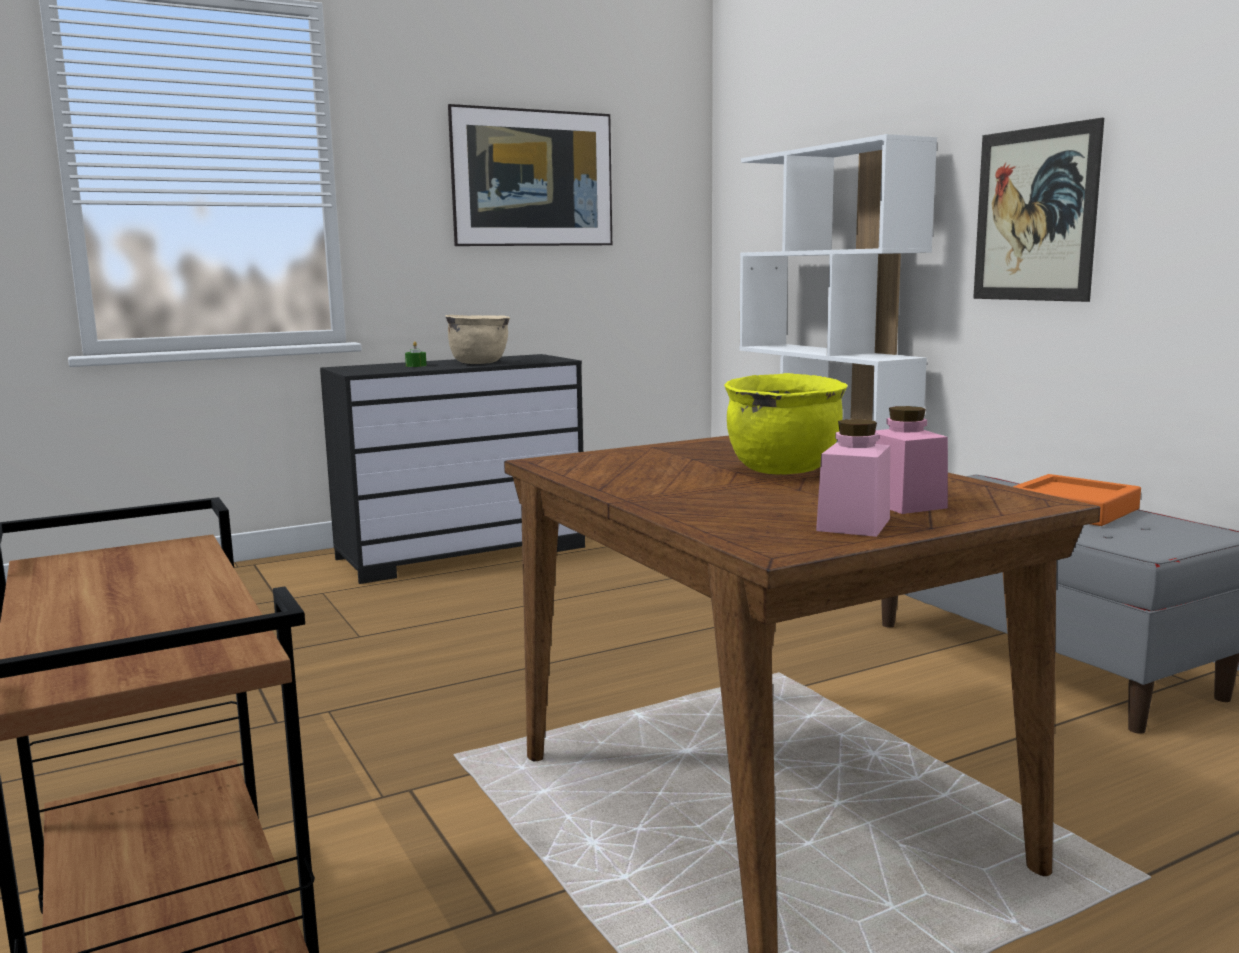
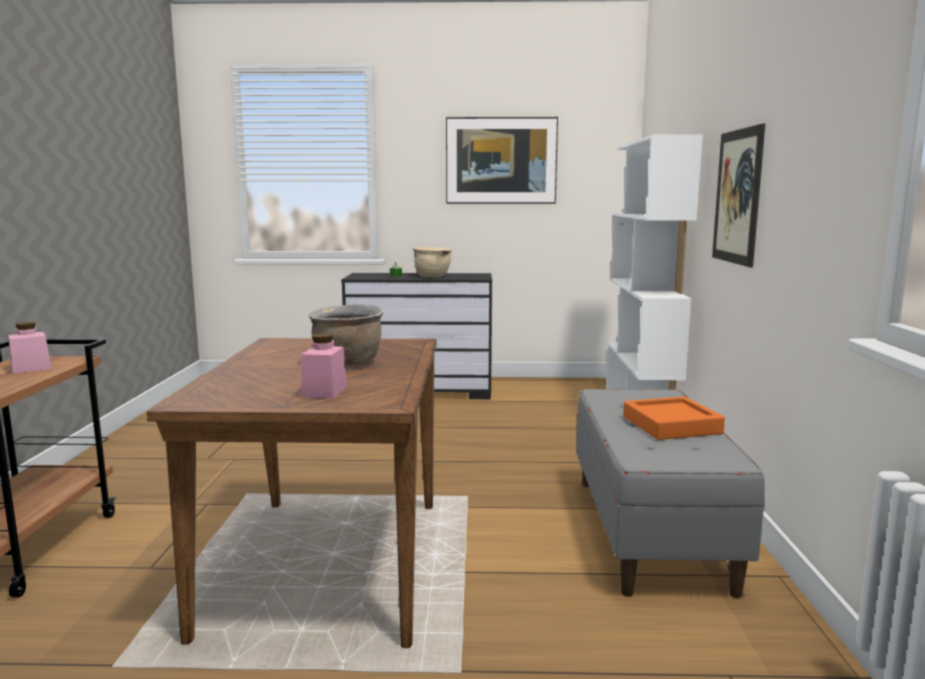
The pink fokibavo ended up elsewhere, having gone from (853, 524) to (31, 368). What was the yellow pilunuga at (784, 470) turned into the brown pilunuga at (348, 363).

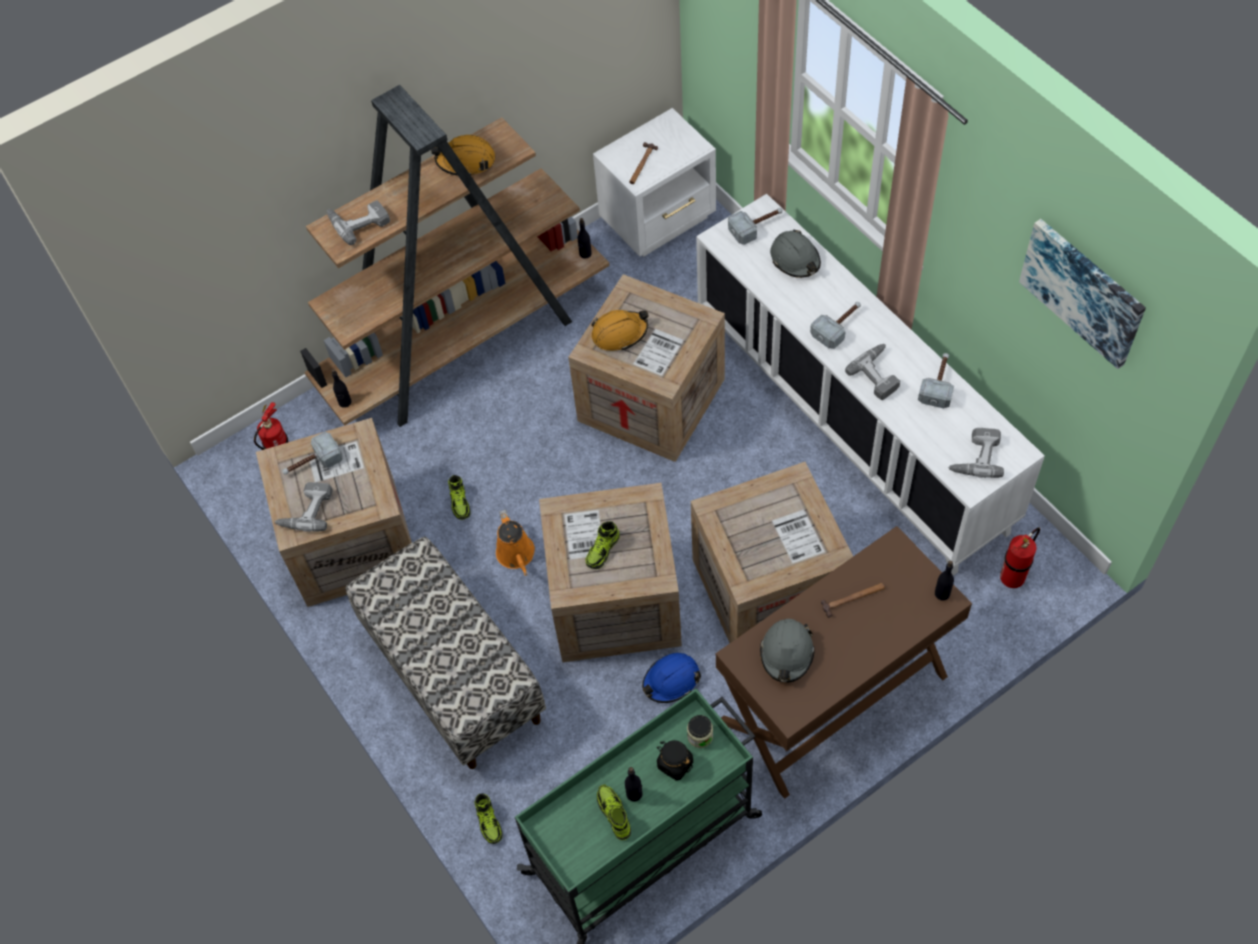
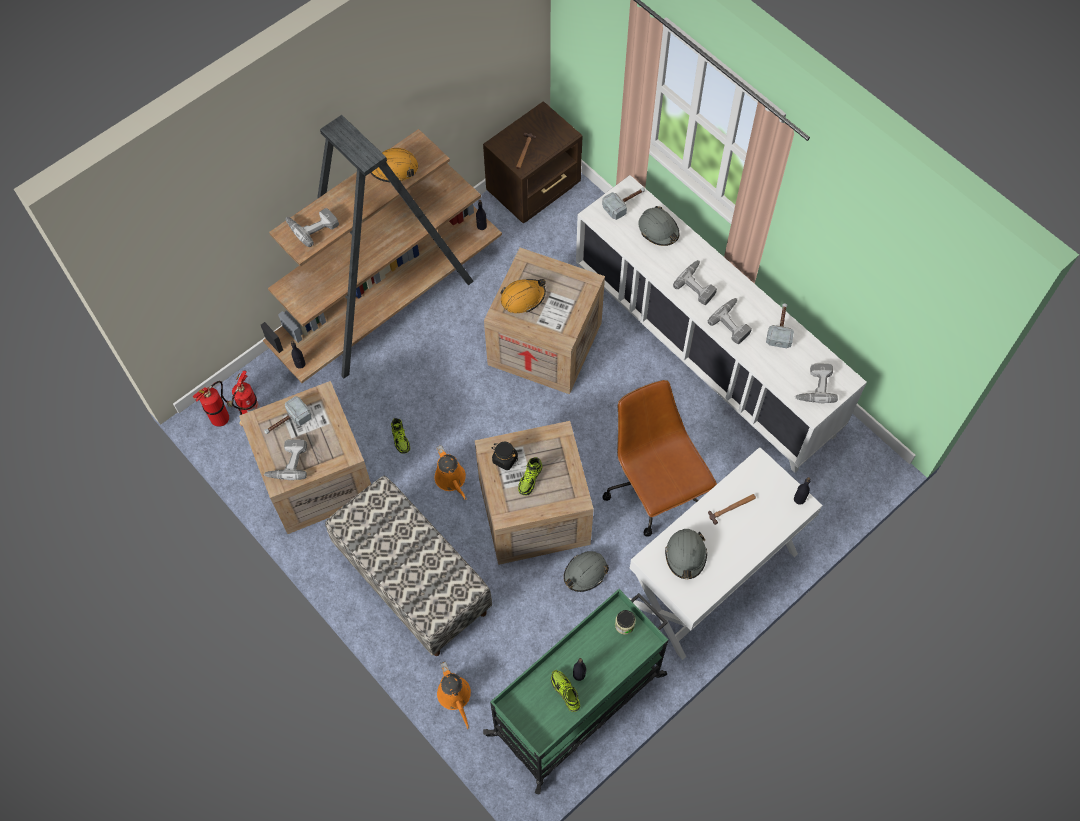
The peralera ended up elsewhere, having gone from (1013, 577) to (222, 418). Where the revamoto stood at (489, 821), the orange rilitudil came to stand at (455, 697). What was the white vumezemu at (660, 220) turned into the brown vumezemu at (535, 190). The black fokibavo ended up elsewhere, having gone from (675, 764) to (504, 459). What was the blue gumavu at (671, 680) turned into the grey gumavu at (585, 573). Where the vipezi stood at (770, 586), the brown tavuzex came to stand at (654, 491). What was the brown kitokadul at (834, 699) turned into the white kitokadul at (713, 578). Where the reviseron stood at (839, 326), the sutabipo came to stand at (698, 284). The second view lost the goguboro at (1083, 291).

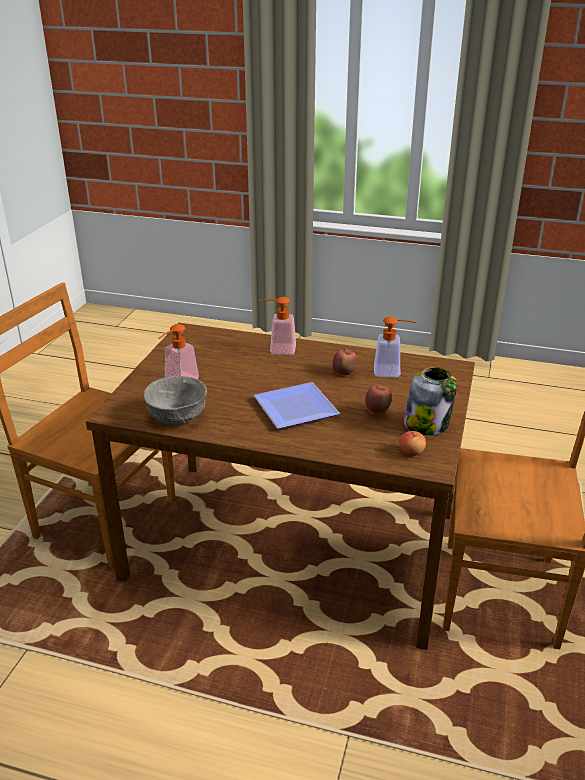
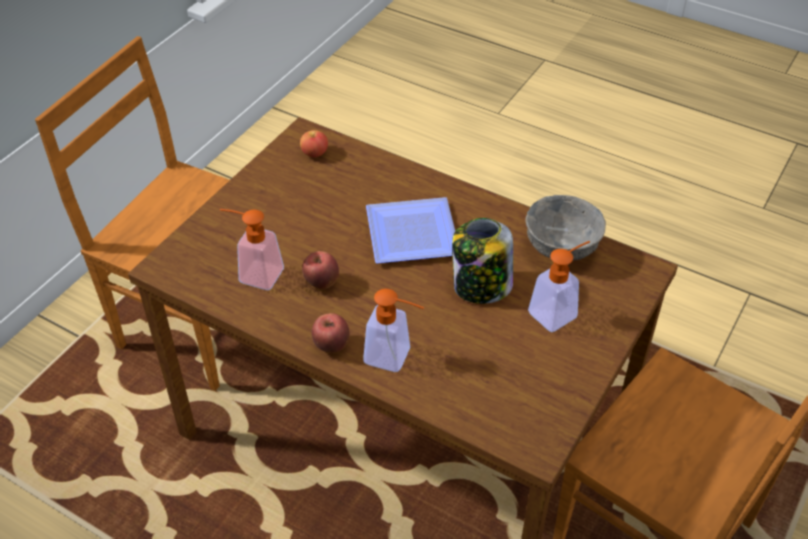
The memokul ended up elsewhere, having gone from (377, 411) to (331, 346). The fokibavo ended up elsewhere, having gone from (427, 424) to (481, 286).

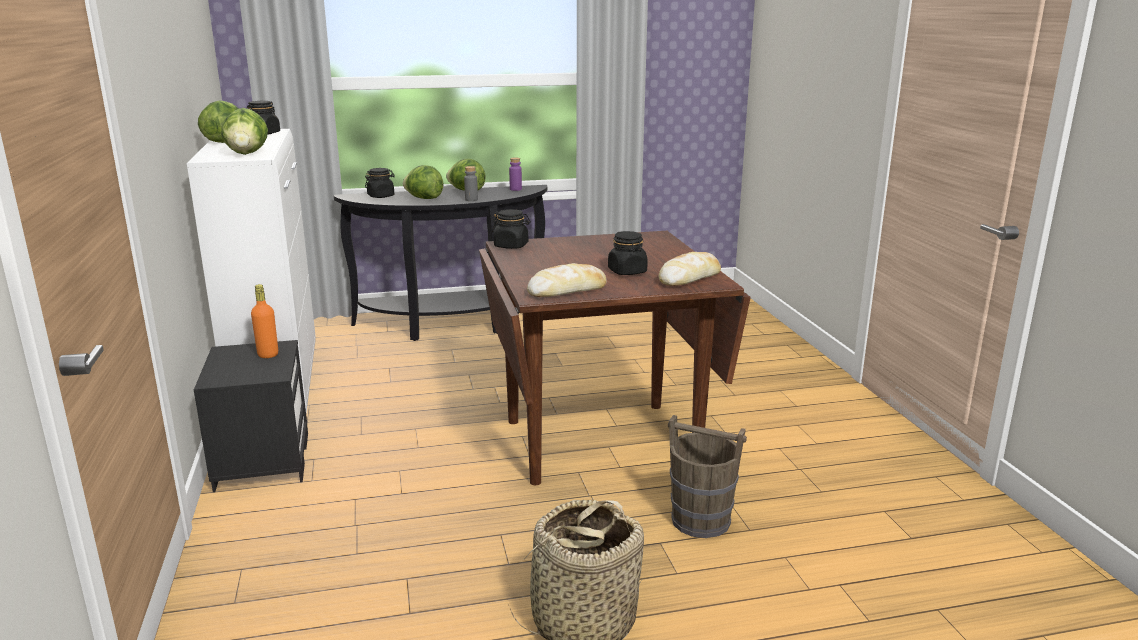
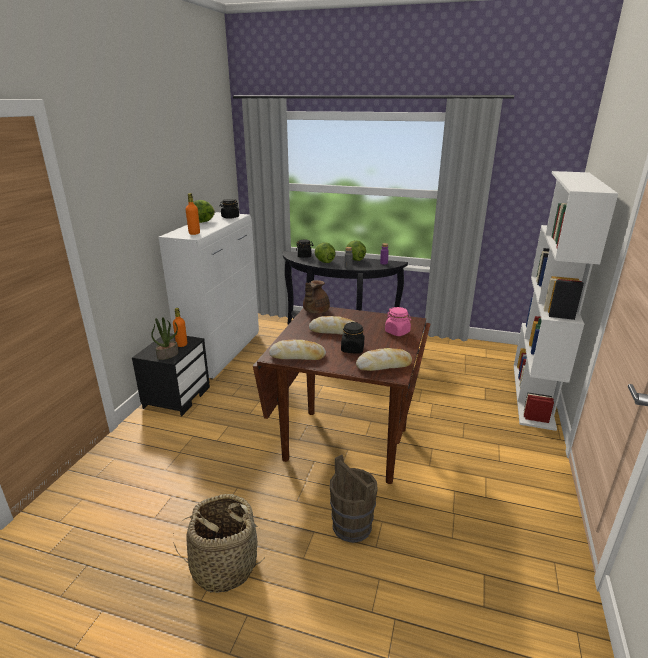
The second view gained the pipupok at (168, 355). Where the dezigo stood at (247, 153), the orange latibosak came to stand at (194, 233). Where the black fokibavo stood at (511, 246), the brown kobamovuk came to stand at (315, 311). The second view gained the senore at (334, 331). The second view gained the pink fokibavo at (397, 332). The second view gained the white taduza at (533, 395).

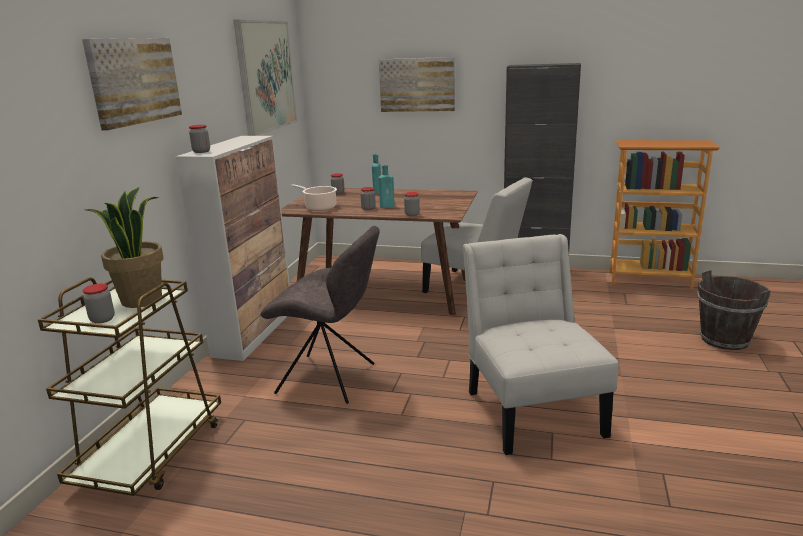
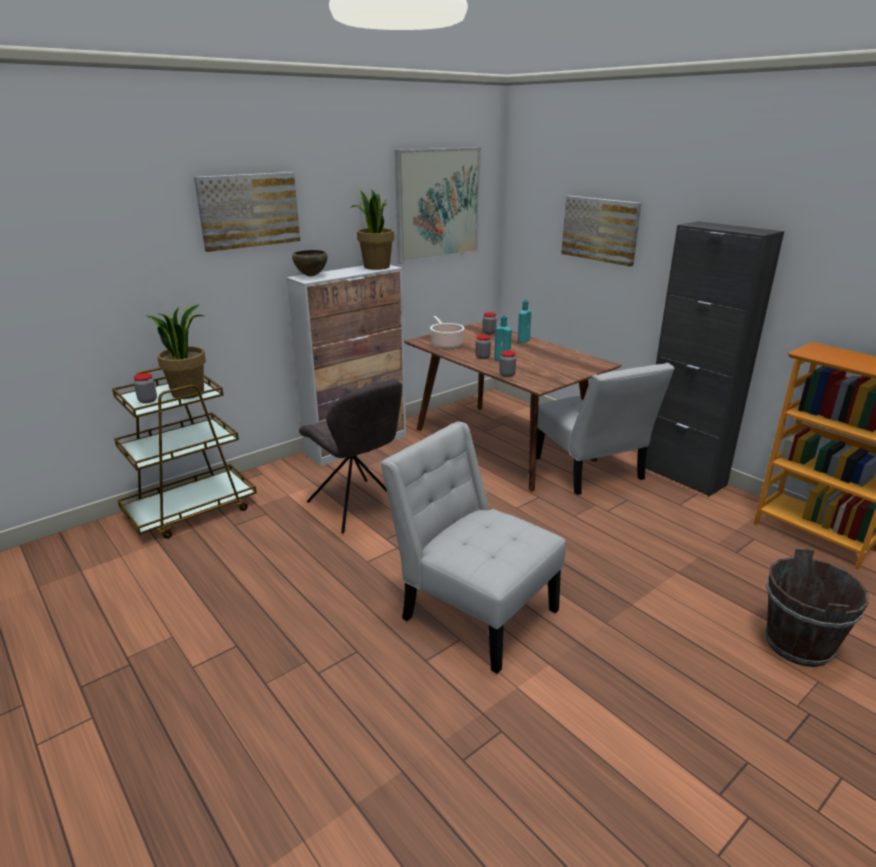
Where the fokibavo stood at (201, 151), the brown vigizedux came to stand at (311, 276). The second view gained the pipupok at (376, 267). The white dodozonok at (532, 408) ended up facing another way, 75 degrees counterclockwise from before.

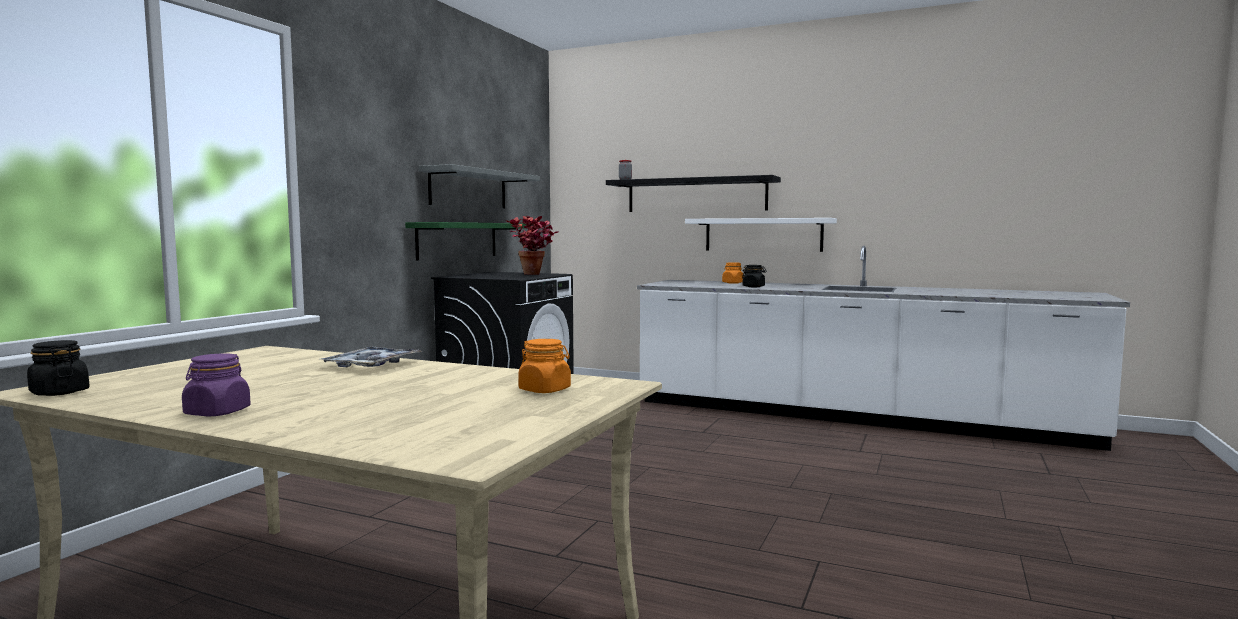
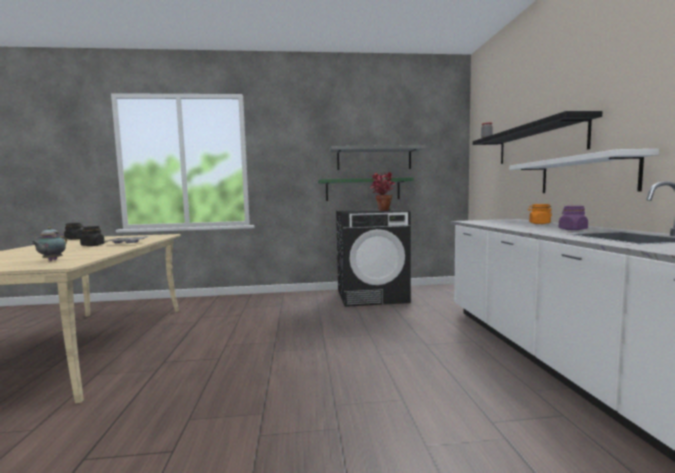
Where the orange fokibavo stood at (545, 390), the kobamovuk came to stand at (51, 260). The black fokibavo ended up elsewhere, having gone from (753, 287) to (92, 245). The purple fokibavo ended up elsewhere, having gone from (217, 412) to (572, 229).

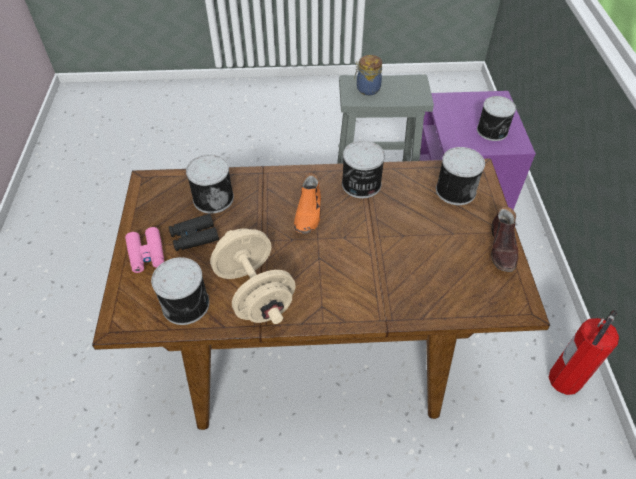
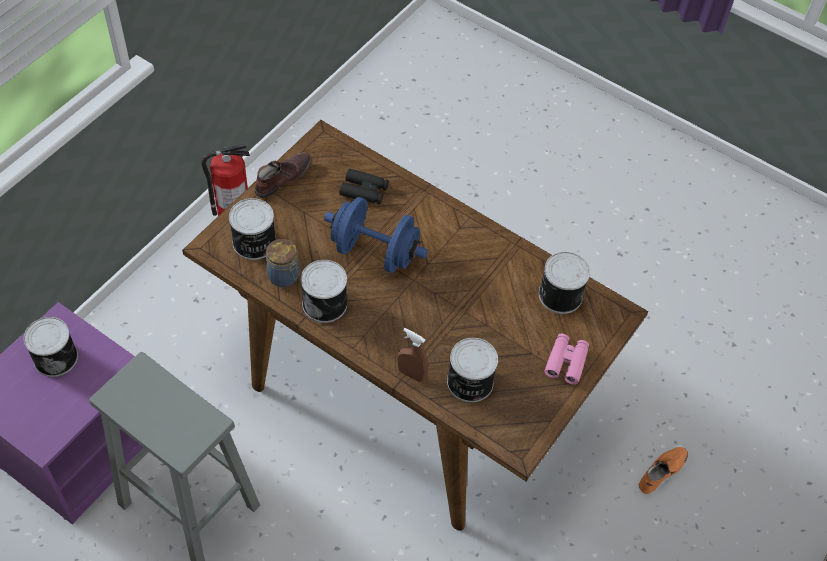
The fokibavo ended up elsewhere, having gone from (367, 89) to (284, 276). The second view gained the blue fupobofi at (375, 252). The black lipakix ended up elsewhere, having gone from (194, 237) to (364, 191). The second view gained the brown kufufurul at (411, 374). The orange revamoto ended up elsewhere, having gone from (309, 212) to (661, 471). The second view lost the beige fupobofi at (255, 292).

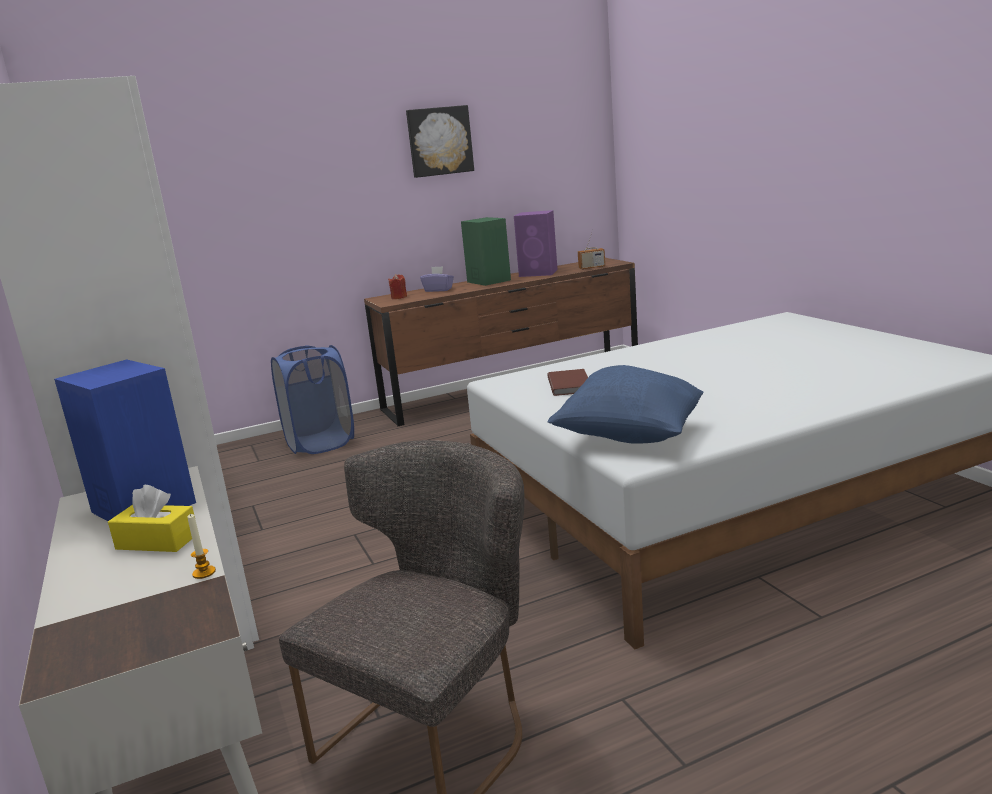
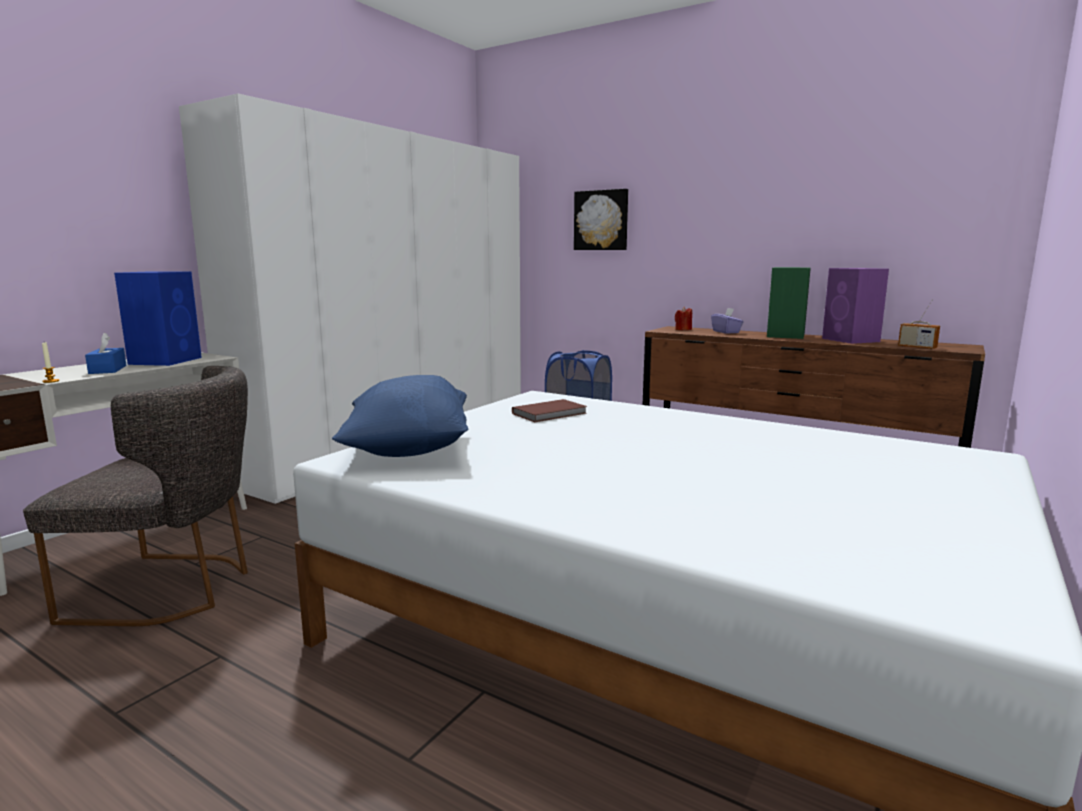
What was the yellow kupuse at (157, 541) turned into the blue kupuse at (108, 369). The goguboro ended up elsewhere, having gone from (439, 141) to (601, 220).

